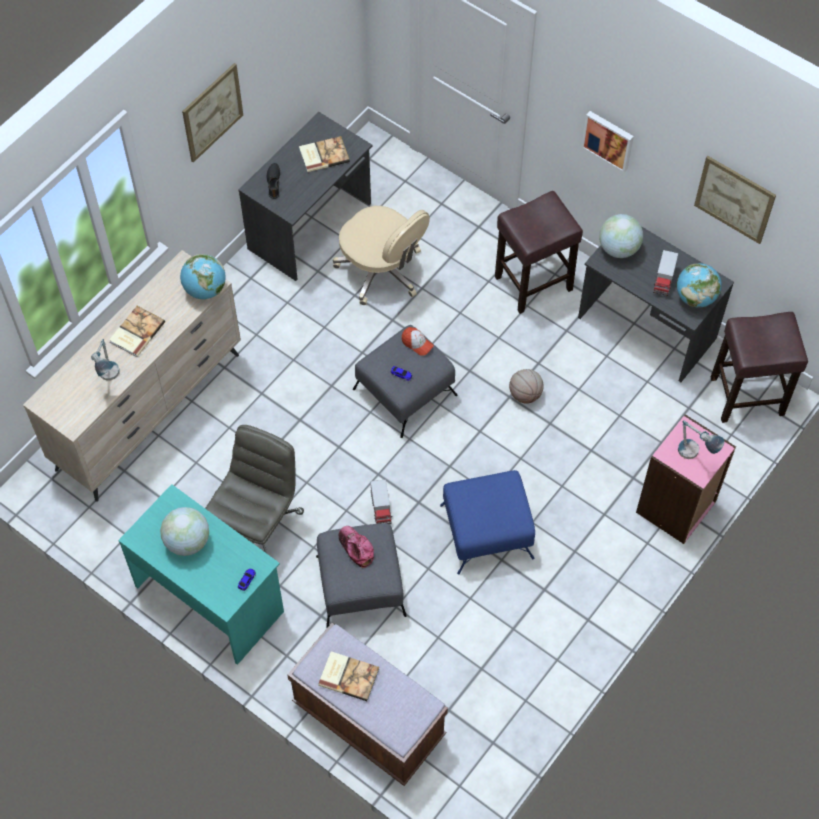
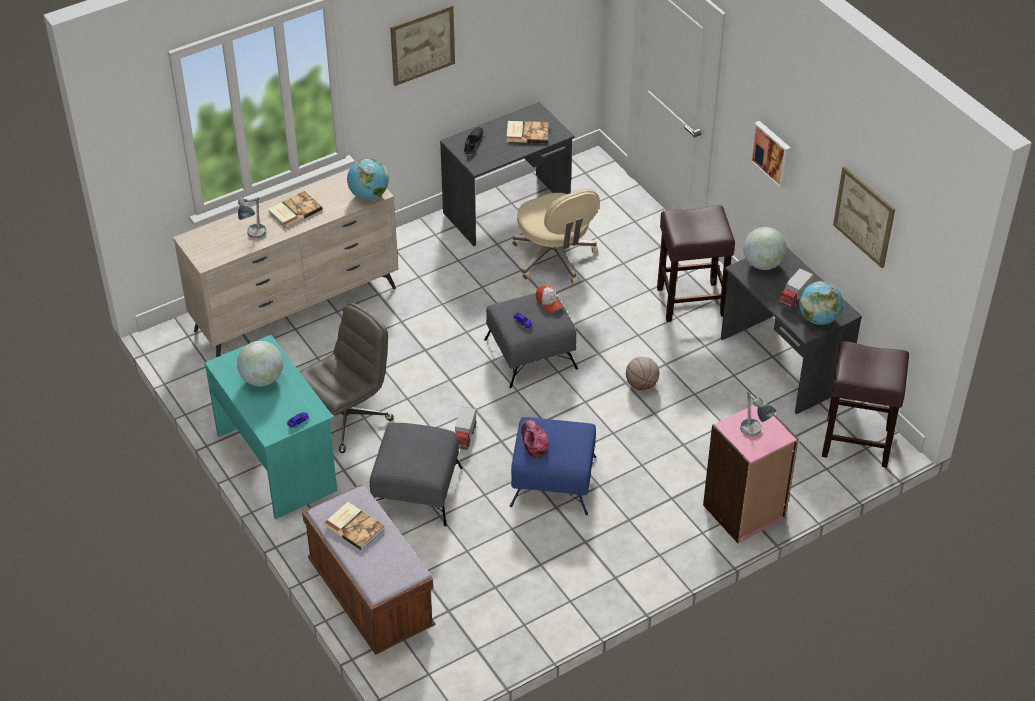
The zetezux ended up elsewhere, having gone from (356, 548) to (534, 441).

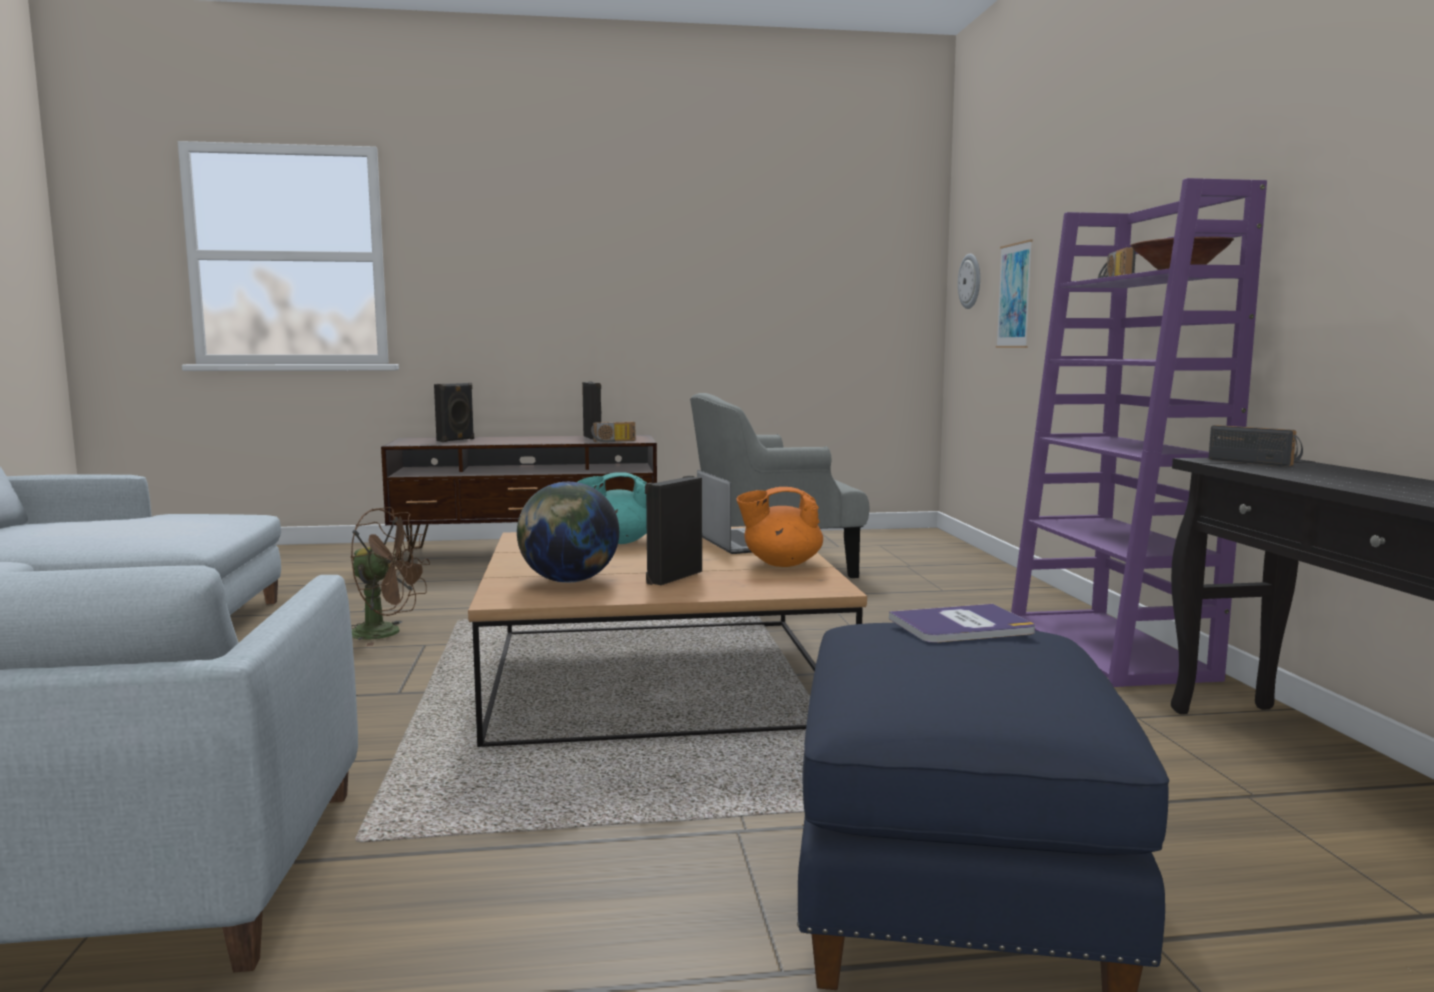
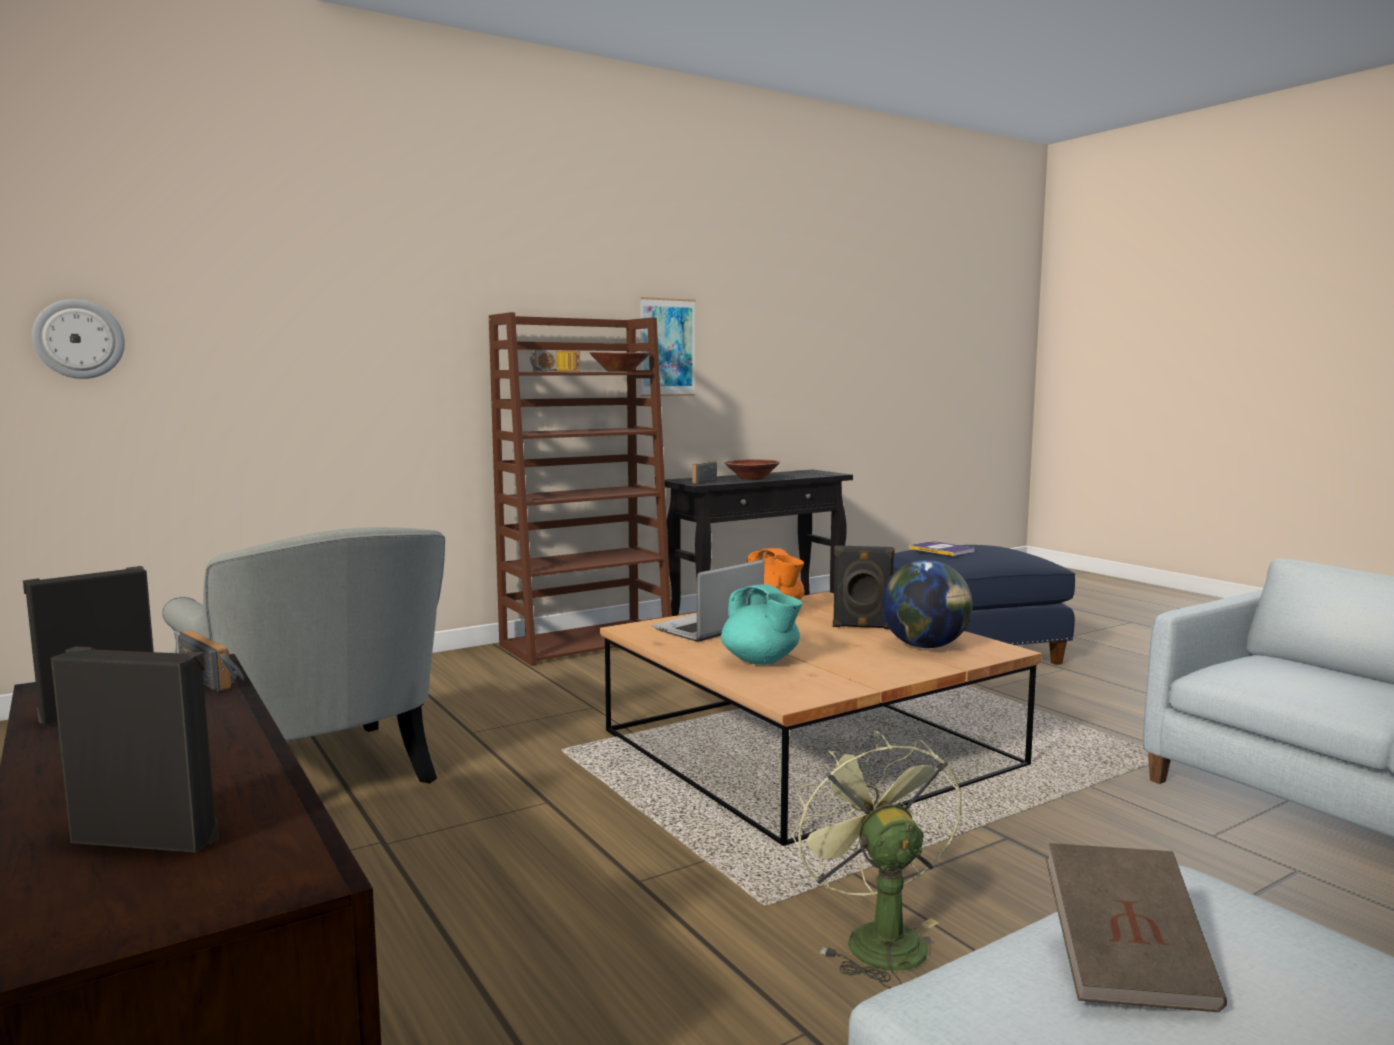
What was the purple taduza at (1110, 649) turned into the brown taduza at (587, 642). The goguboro ended up elsewhere, having gone from (1014, 295) to (667, 347). The second view gained the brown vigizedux at (752, 479). What was the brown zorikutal at (387, 633) turned into the green zorikutal at (875, 938). The second view gained the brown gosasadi at (1127, 963).

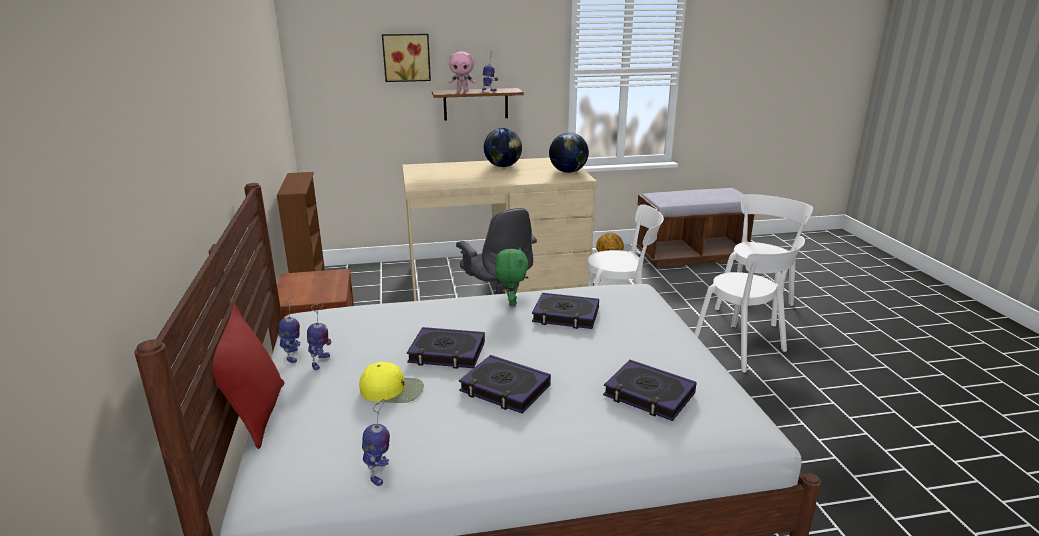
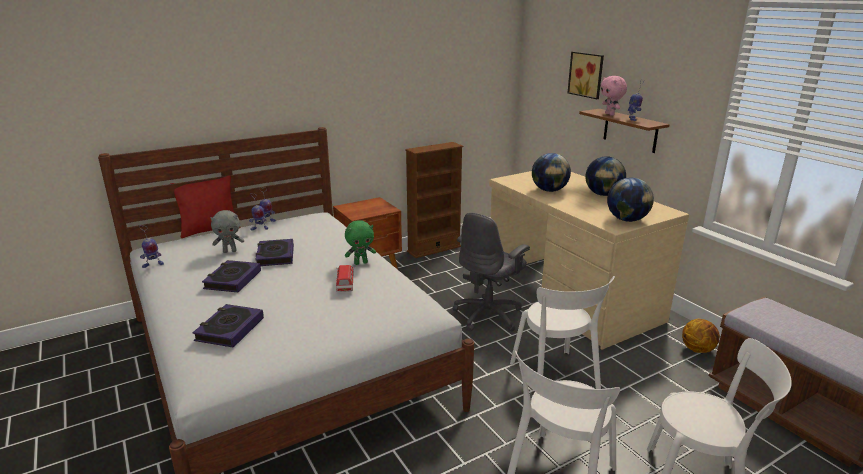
Where the yellow zetezux stood at (393, 390), the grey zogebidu came to stand at (230, 251). Where the gosasadi stood at (566, 315), the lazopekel came to stand at (345, 284). The second view gained the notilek at (549, 190).

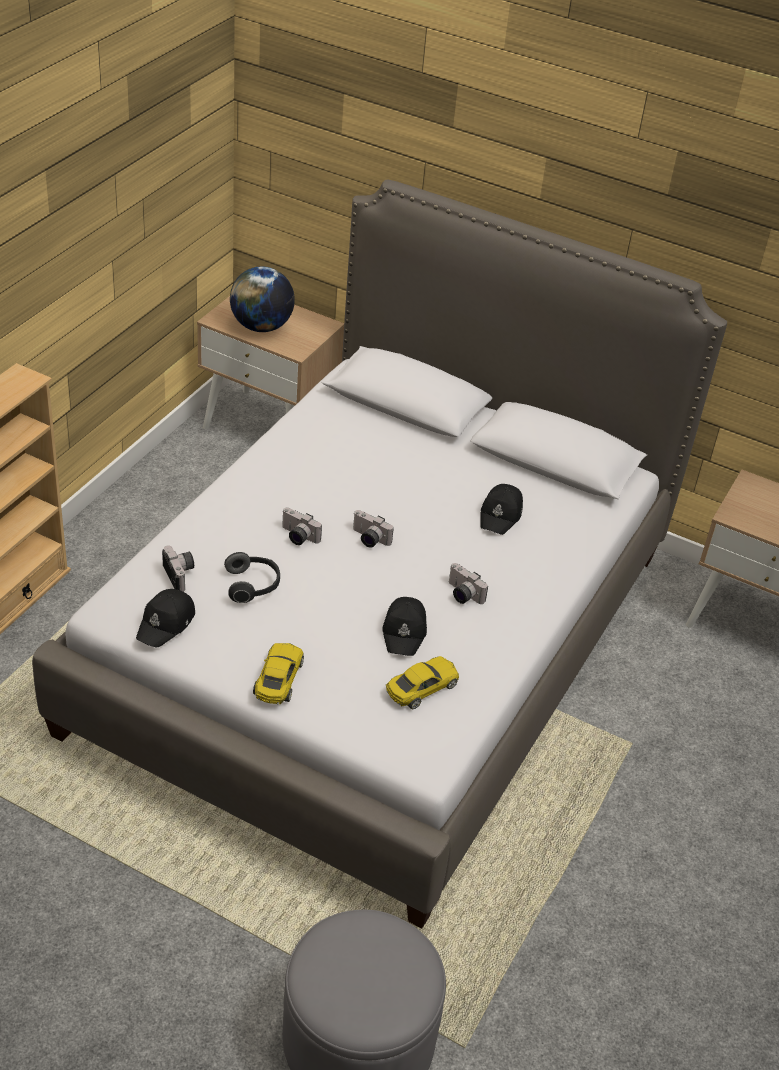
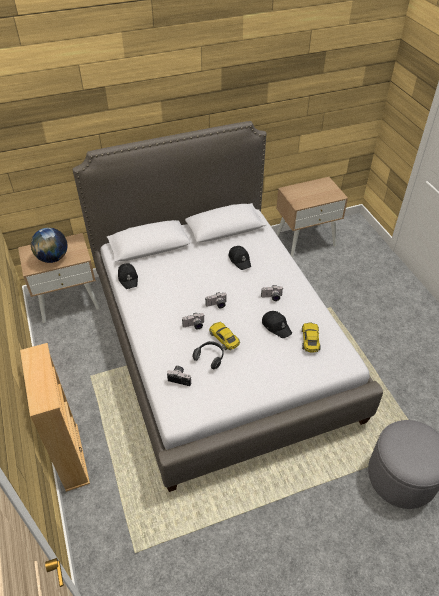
The black zetezux ended up elsewhere, having gone from (166, 623) to (128, 278). The yellow lazopekel ended up elsewhere, having gone from (278, 679) to (224, 338).

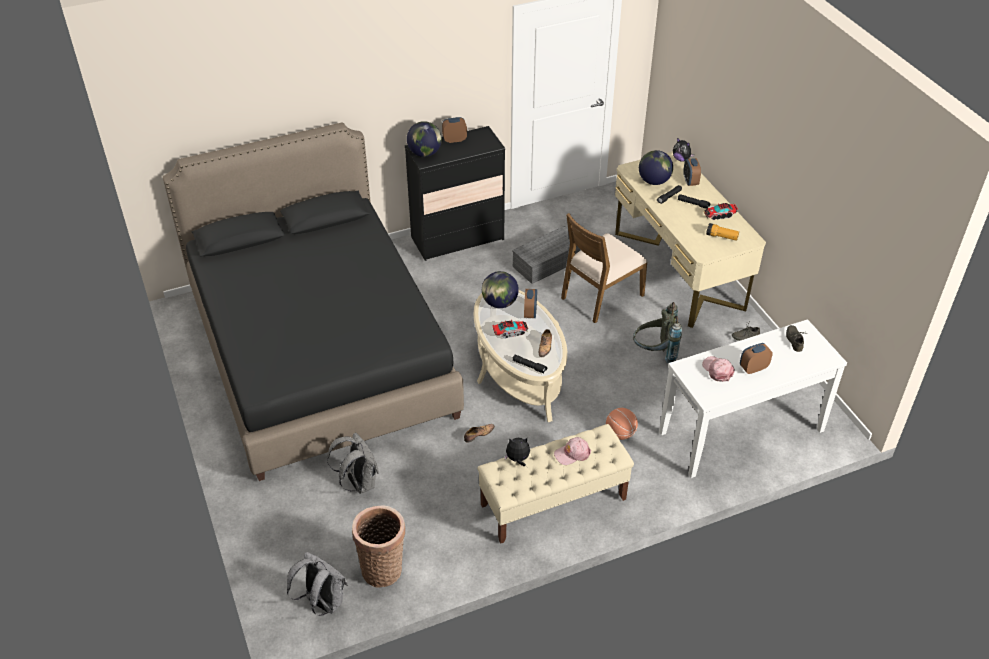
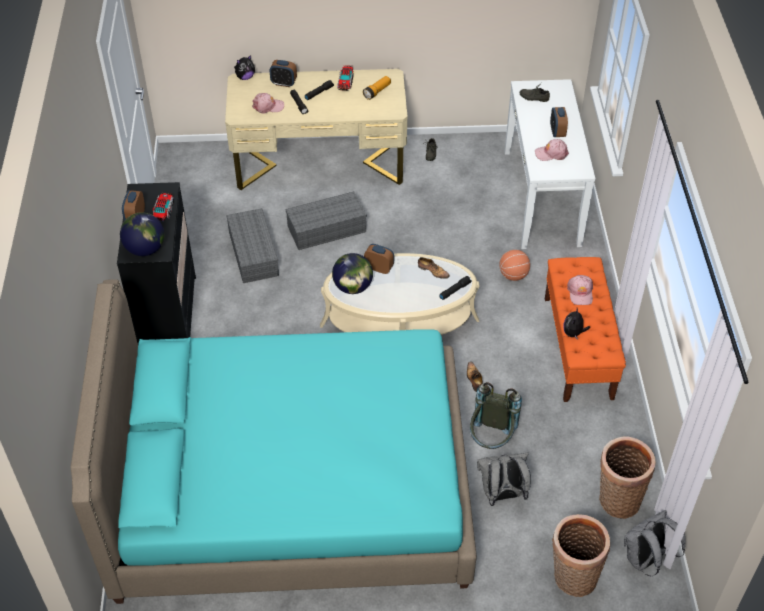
What was the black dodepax at (320, 353) turned into the turquoise dodepax at (292, 489). The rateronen ended up elsewhere, having gone from (510, 332) to (163, 211). Where the notilek stood at (654, 181), the pink zetezux came to stand at (268, 106). Where the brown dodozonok stood at (601, 296), the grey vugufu came to stand at (326, 230). The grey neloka ended up elsewhere, having gone from (654, 353) to (491, 440). What was the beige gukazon at (553, 502) turned into the orange gukazon at (578, 347). The second view gained the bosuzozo at (572, 577).

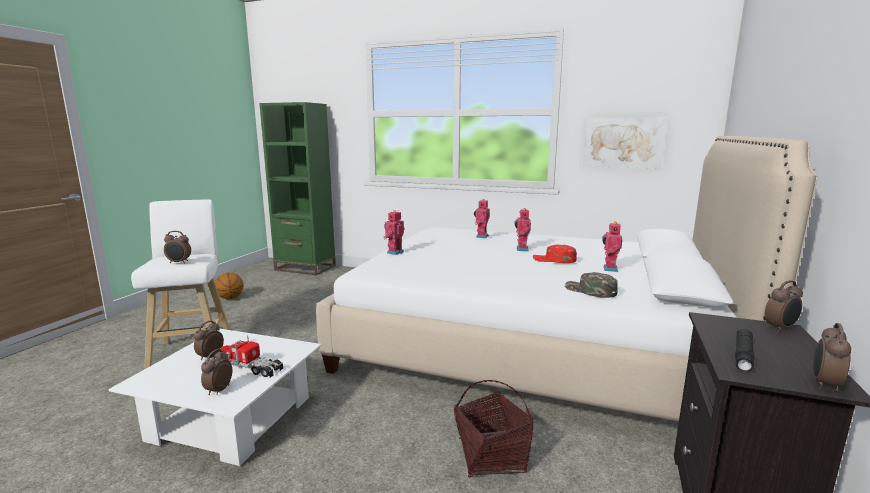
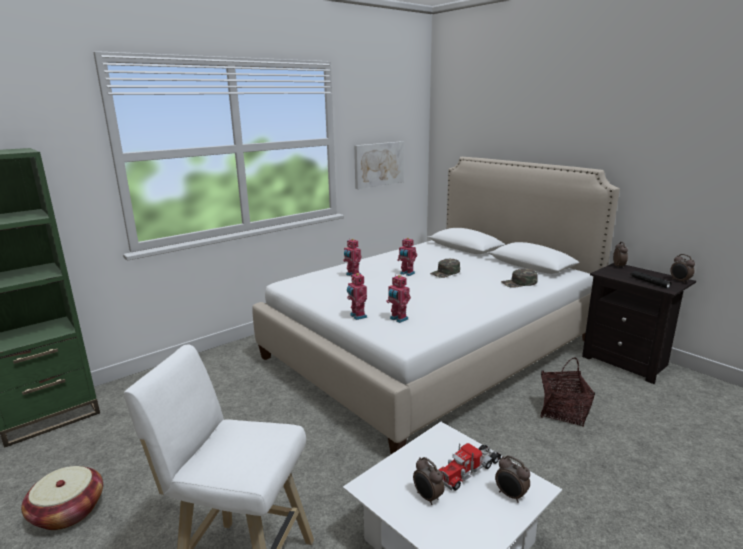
Where the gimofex stood at (230, 298), the bosuzozo came to stand at (68, 511). The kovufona ended up elsewhere, having gone from (609, 269) to (398, 319). What was the red zetezux at (554, 259) turned into the green zetezux at (445, 273). The second view lost the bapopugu at (179, 262).

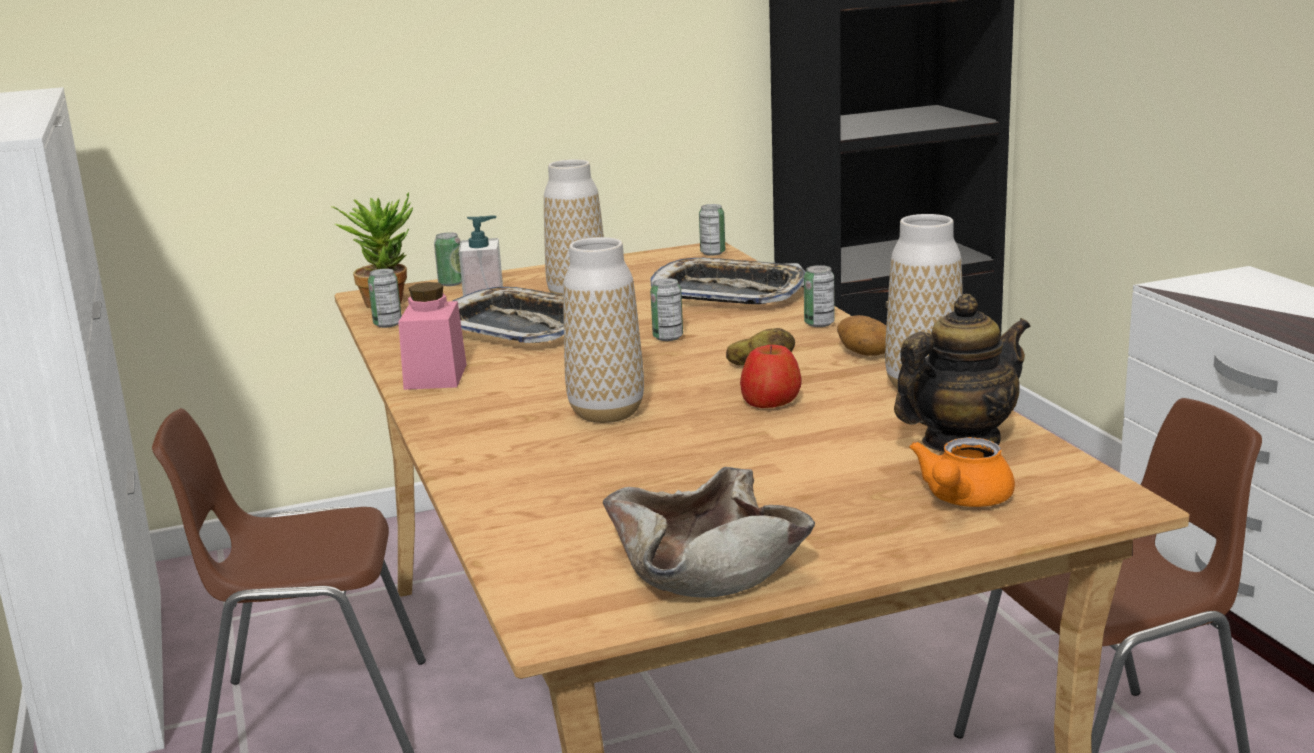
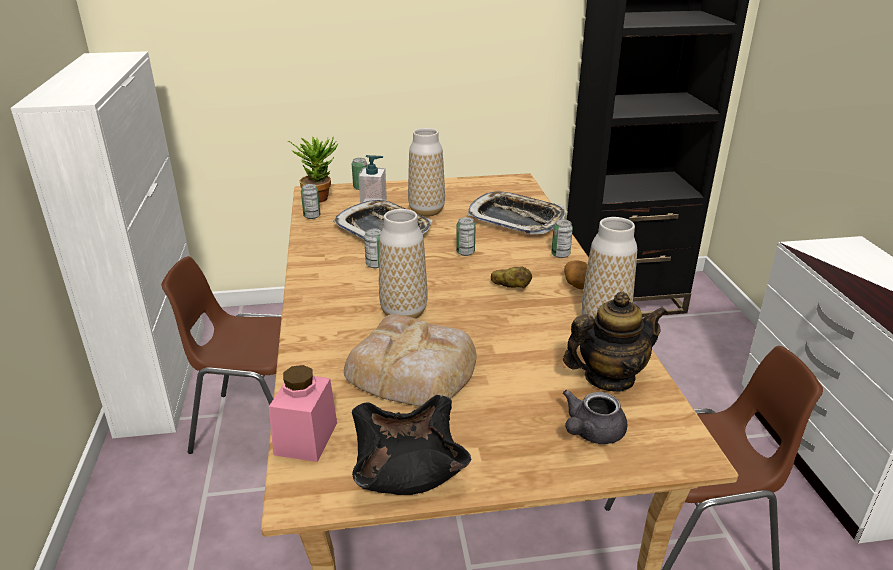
The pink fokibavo ended up elsewhere, having gone from (435, 376) to (306, 438). The second view gained the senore at (413, 370). What was the beige vigizedux at (704, 568) turned into the black vigizedux at (406, 465). The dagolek ended up elsewhere, having gone from (712, 253) to (375, 264). What was the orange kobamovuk at (962, 500) turned into the grey kobamovuk at (591, 433). The second view lost the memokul at (770, 402).

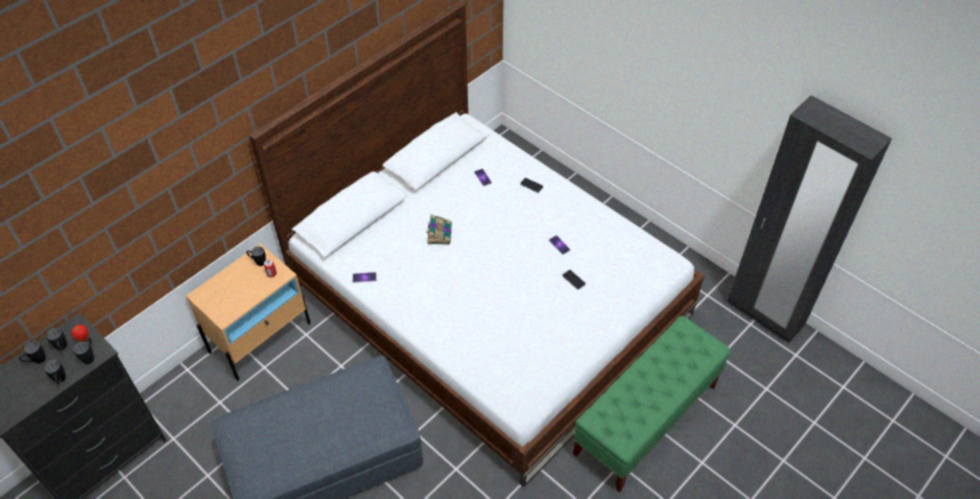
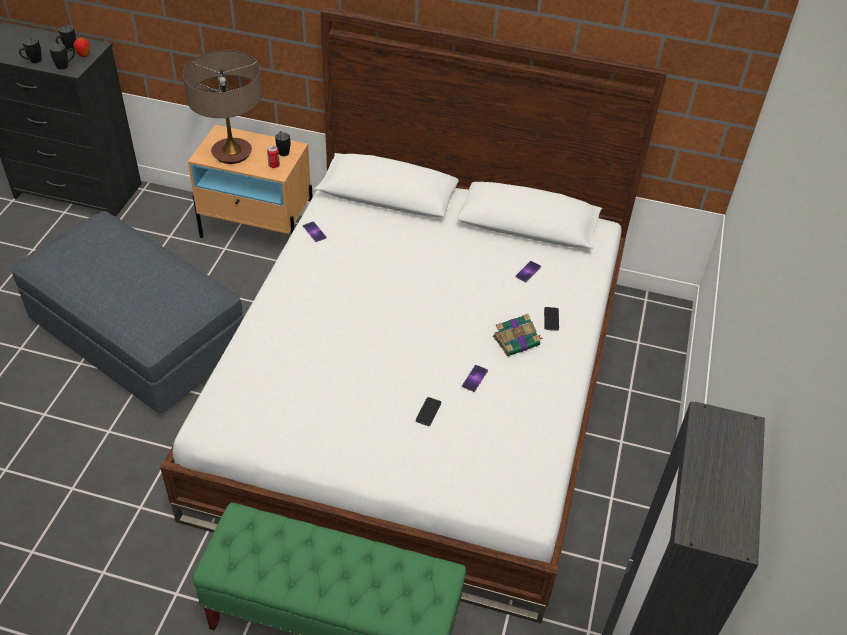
The second view gained the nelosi at (232, 153). The gosasadi ended up elsewhere, having gone from (439, 233) to (517, 340). The second view lost the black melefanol at (36, 361).

